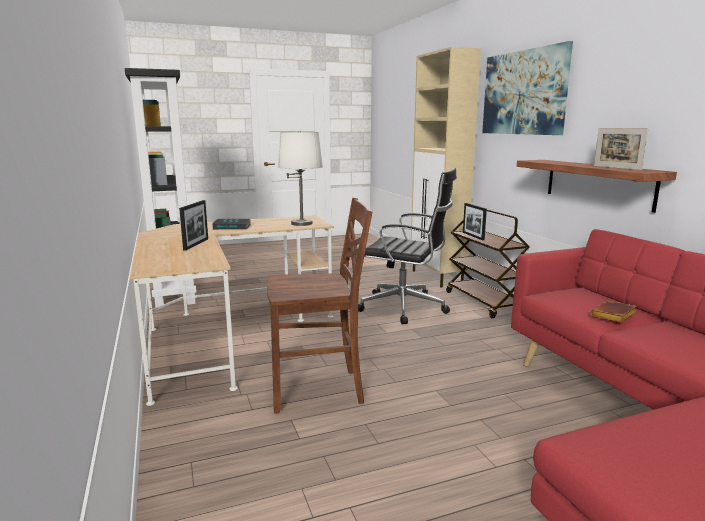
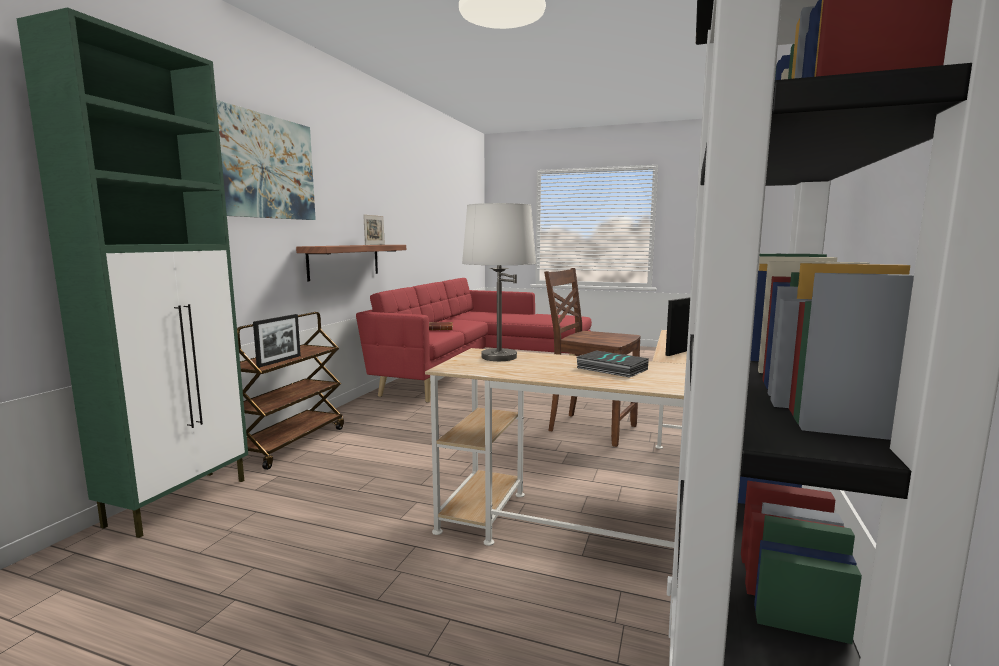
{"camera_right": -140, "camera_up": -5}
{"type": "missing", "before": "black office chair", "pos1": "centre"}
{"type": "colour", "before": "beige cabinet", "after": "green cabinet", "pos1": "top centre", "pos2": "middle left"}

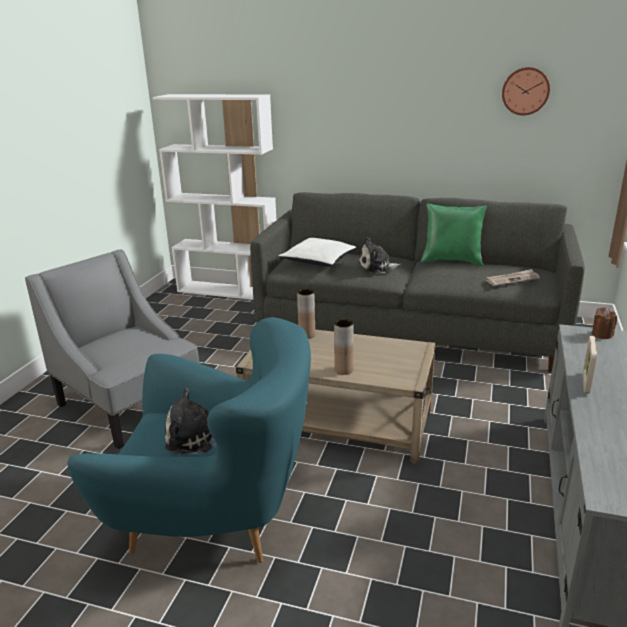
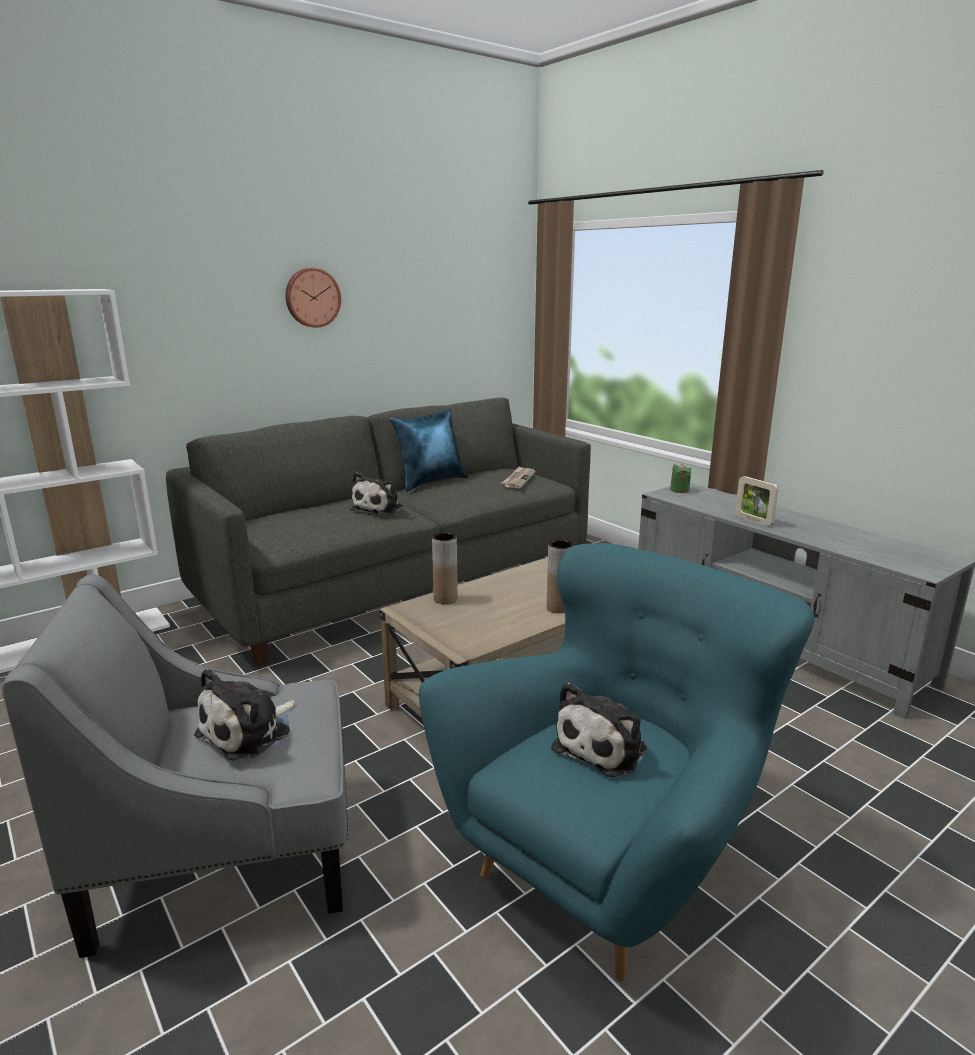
{"camera_right": -55, "camera_up": -5}
{"type": "missing", "before": "white pillow", "pos1": "centre"}
{"type": "appeared", "after": "plush toy (no. 1 from left)", "pos2": "bottom left"}
{"type": "relocated", "before": "wall clock", "pos1": "top right", "pos2": "top left"}
{"type": "colour", "before": "green pillow", "after": "blue pillow", "pos1": "middle right", "pos2": "centre"}
{"type": "colour", "before": "brown candle", "after": "green candle", "pos1": "middle right", "pos2": "middle right"}

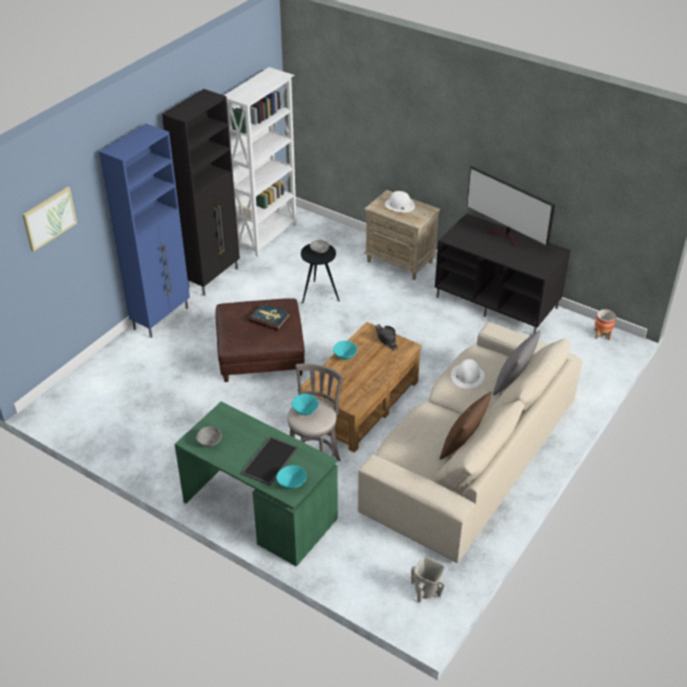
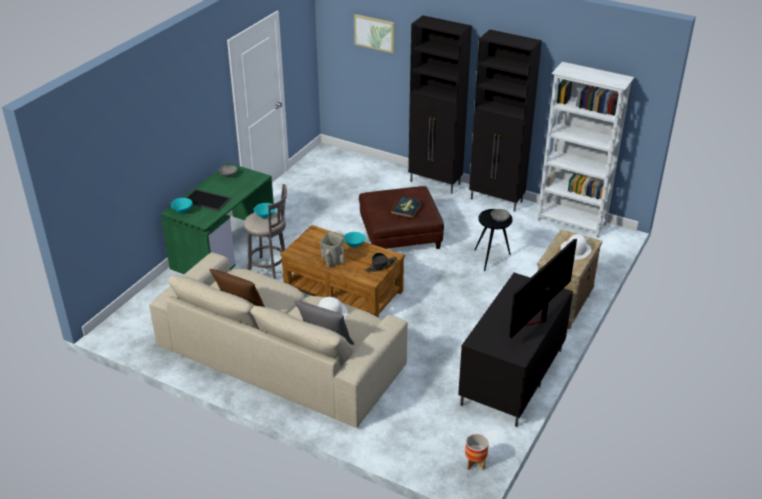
{"camera_right": 85, "camera_up": -5}
{"type": "relocated", "before": "beige vase", "pos1": "bottom centre", "pos2": "centre"}
{"type": "colour", "before": "blue cabinet", "after": "black cabinet (no. 1 from left)", "pos1": "middle left", "pos2": "top centre"}

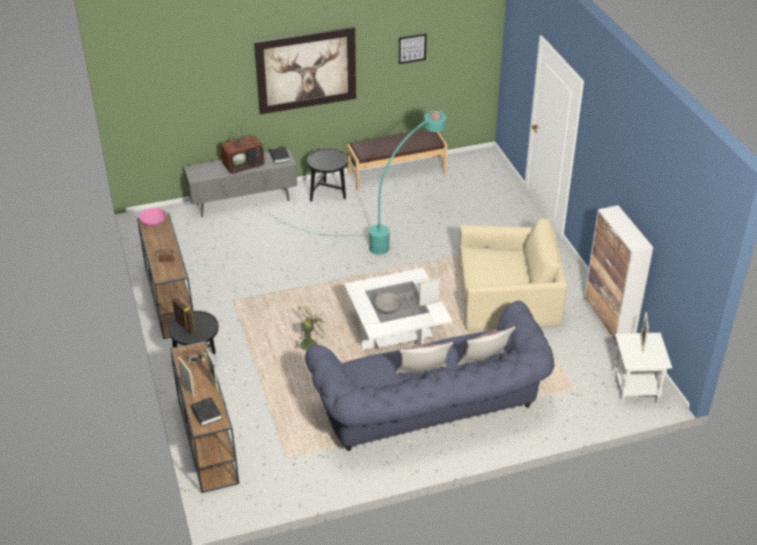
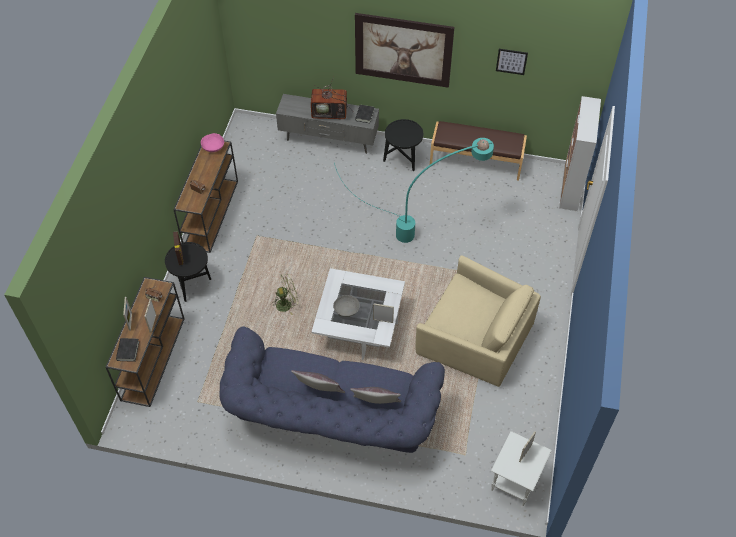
{"camera_right": 30, "camera_up": 15}
{"type": "relocated", "before": "cabinet", "pos1": "middle right", "pos2": "top right"}

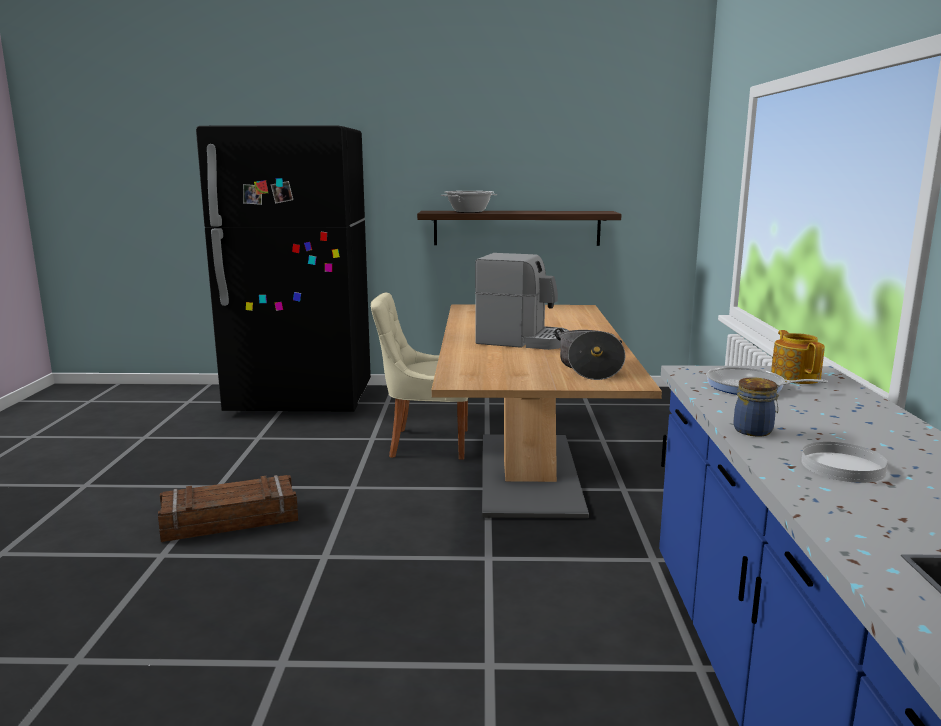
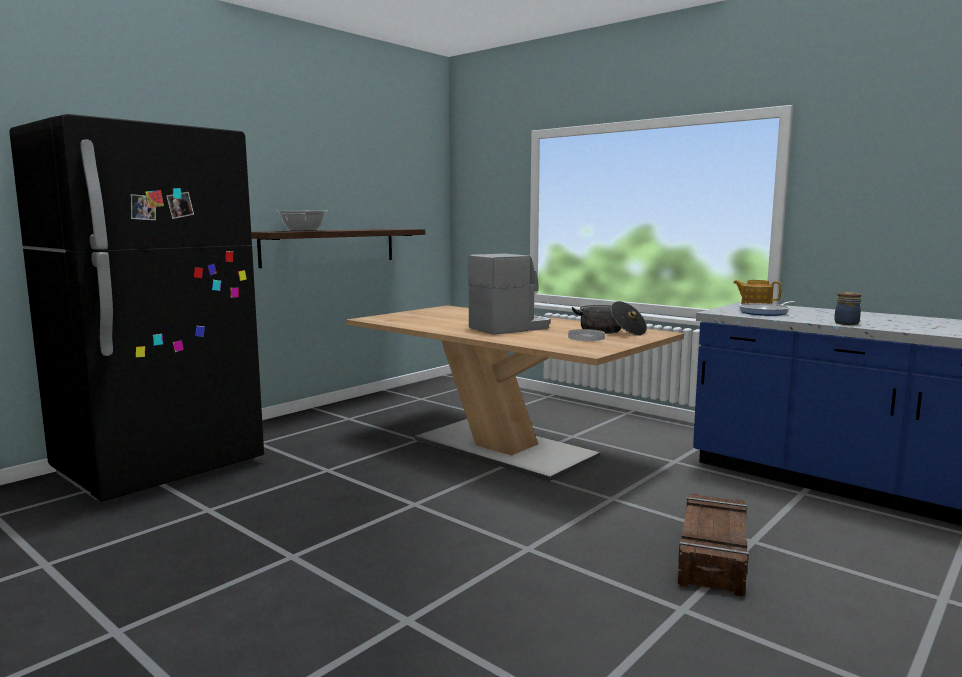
{"camera_right": -50, "camera_up": -5}
{"type": "missing", "before": "beige chair", "pos1": "centre"}
{"type": "relocated", "before": "crate", "pos1": "bottom left", "pos2": "bottom right"}
{"type": "relocated", "before": "white plate", "pos1": "middle right", "pos2": "centre"}

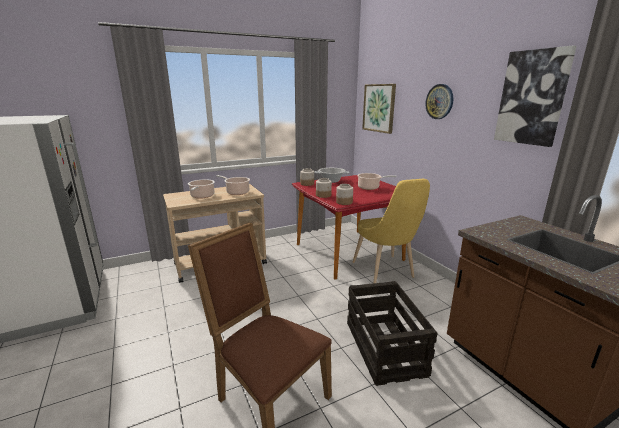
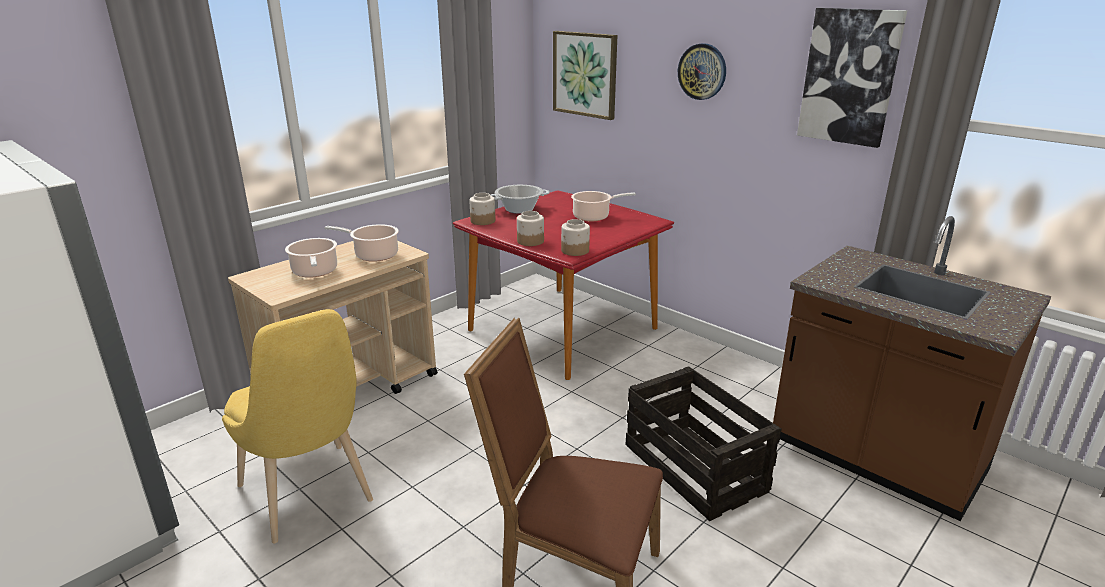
{"camera_right": -20, "camera_up": 5}
{"type": "relocated", "before": "yellow chair", "pos1": "centre", "pos2": "bottom left"}

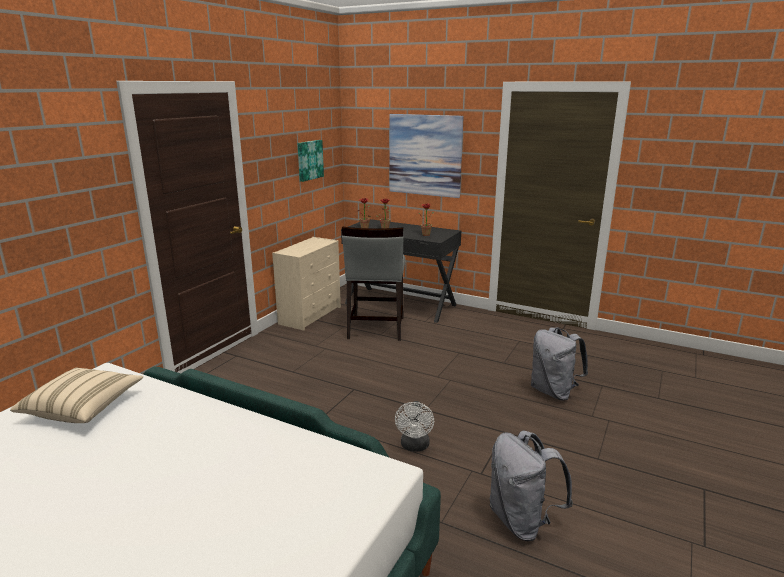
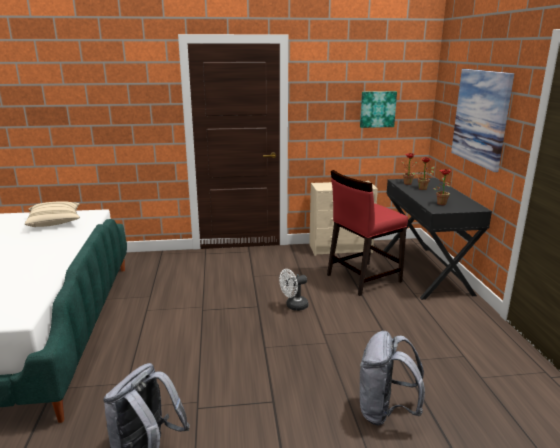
{"camera_right": 55, "camera_up": 0}
{"type": "relocated", "before": "white fan", "pos1": "bottom centre", "pos2": "centre"}
{"type": "colour", "before": "grey chair", "after": "red chair", "pos1": "centre", "pos2": "centre"}

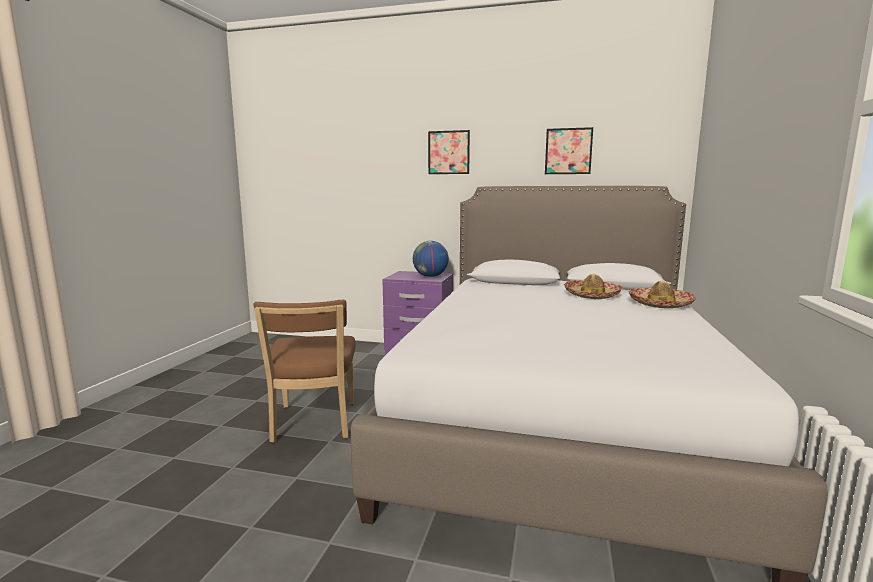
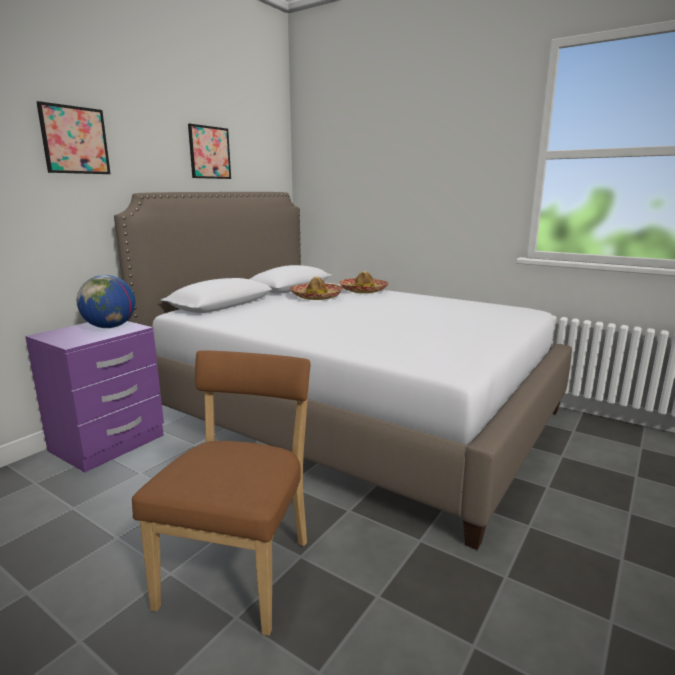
{"camera_right": -70, "camera_up": 5}
{"type": "spun", "before": "brown chair", "pos1": "centre", "pos2": "bottom left", "turn": -90}

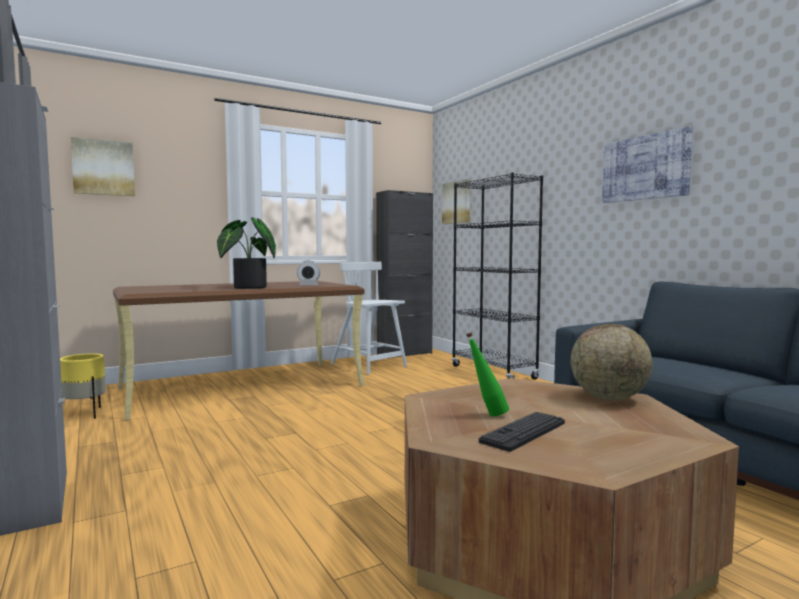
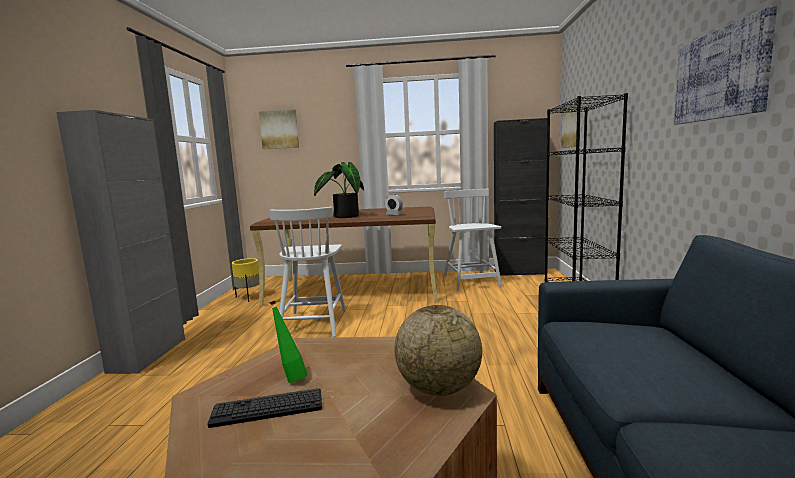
{"camera_right": 35, "camera_up": 5}
{"type": "appeared", "after": "white chair (no. 1 from left)", "pos2": "centre"}

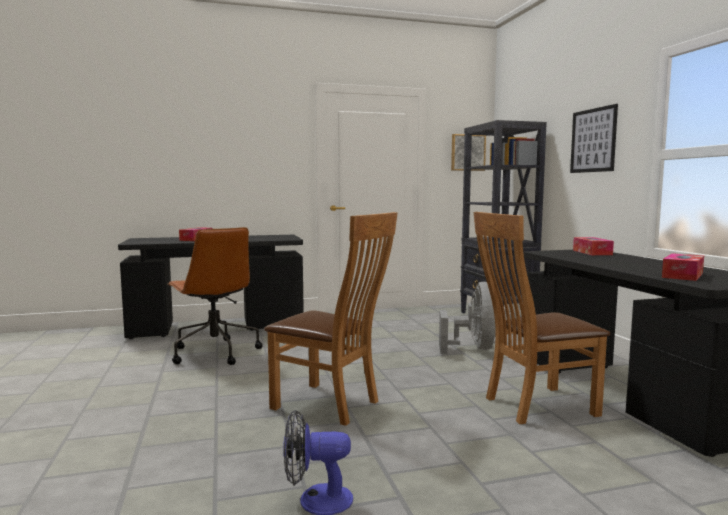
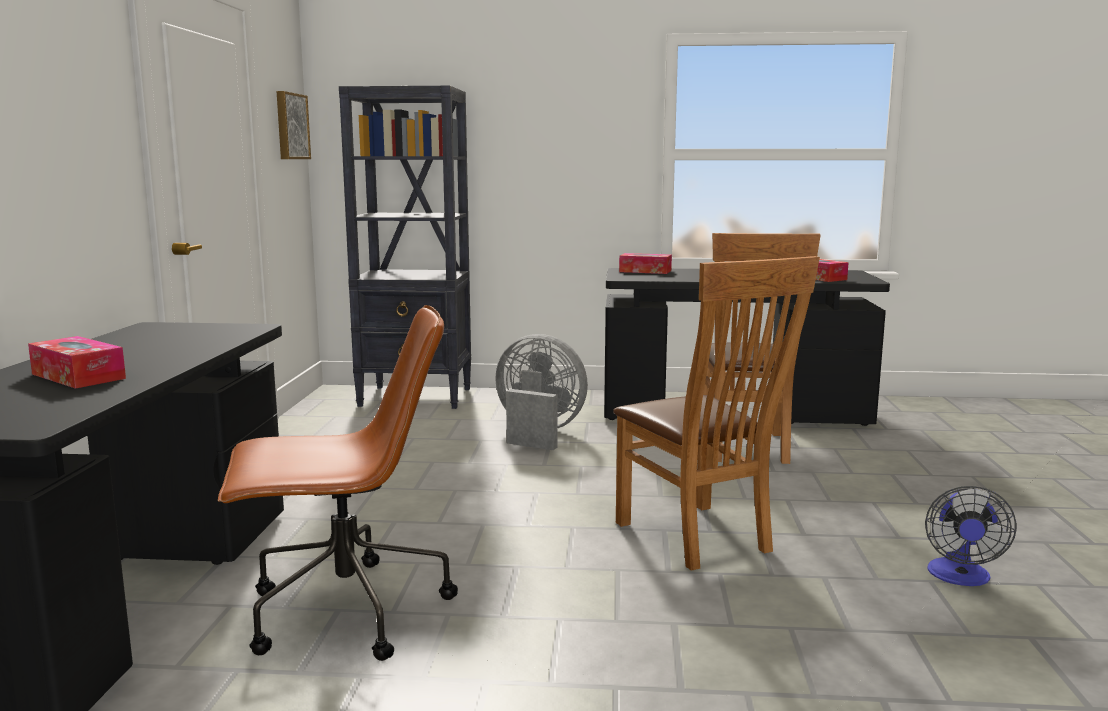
{"camera_right": -70, "camera_up": 5}
{"type": "missing", "before": "picture (no. 2 from left)", "pos1": "top right"}
{"type": "spun", "before": "brown chair (no. 1 from left)", "pos1": "centre", "pos2": "centre", "turn": 105}

